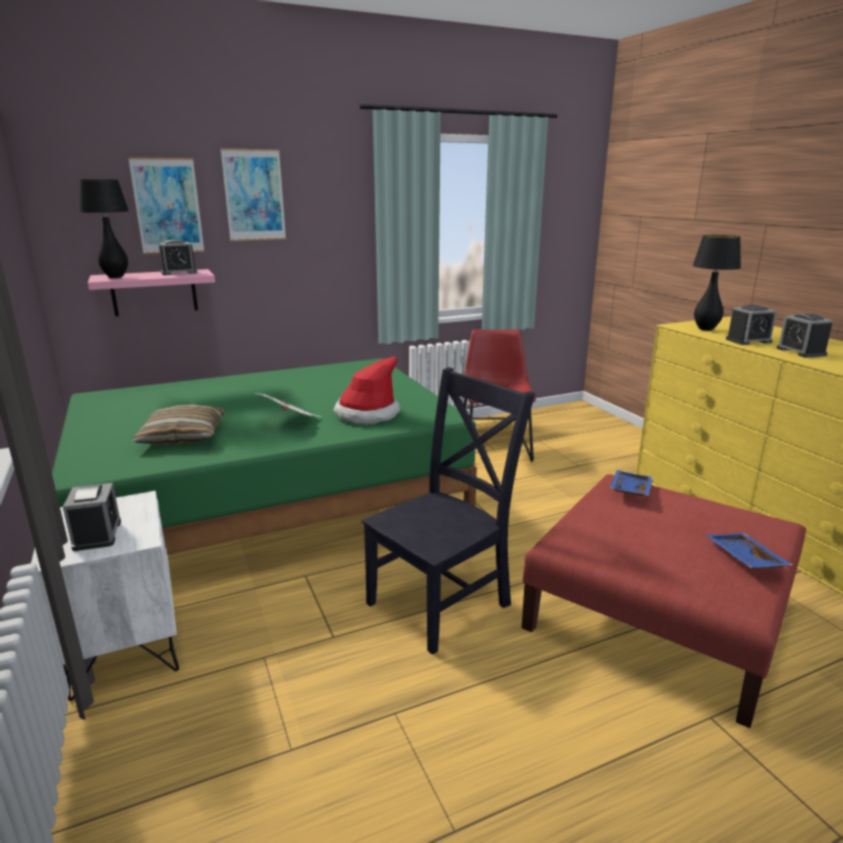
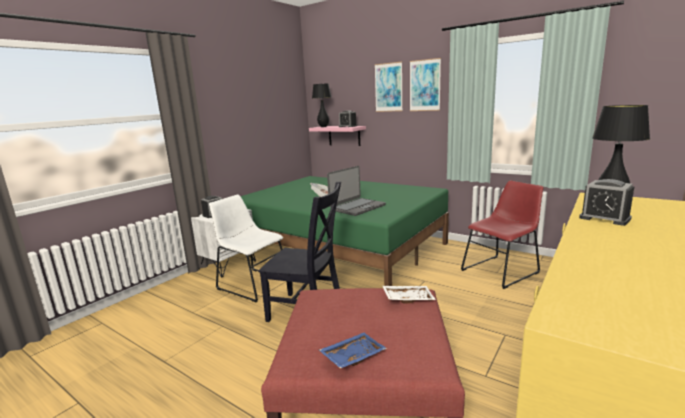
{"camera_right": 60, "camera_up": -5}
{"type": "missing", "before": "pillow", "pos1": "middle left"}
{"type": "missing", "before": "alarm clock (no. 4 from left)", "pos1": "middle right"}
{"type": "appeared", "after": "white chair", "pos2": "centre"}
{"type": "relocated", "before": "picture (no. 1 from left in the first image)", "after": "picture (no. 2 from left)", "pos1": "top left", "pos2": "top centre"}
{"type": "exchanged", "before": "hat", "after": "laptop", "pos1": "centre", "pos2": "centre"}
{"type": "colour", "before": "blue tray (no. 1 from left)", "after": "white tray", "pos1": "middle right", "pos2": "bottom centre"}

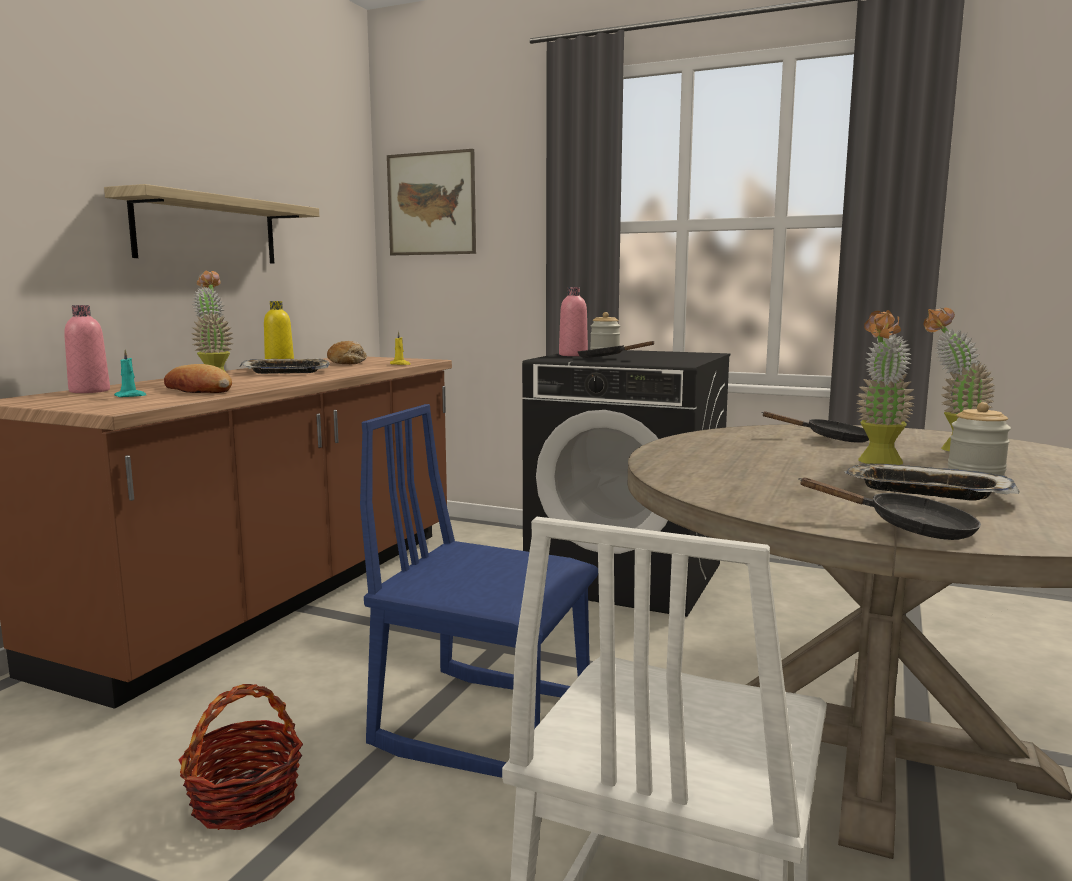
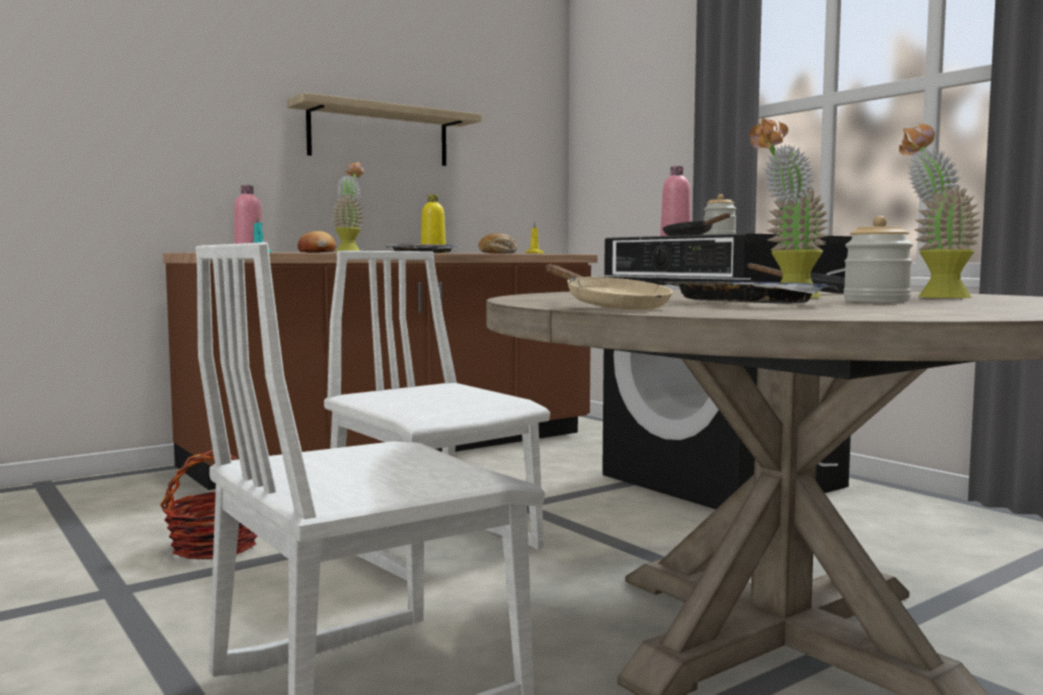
{"camera_right": 30, "camera_up": -5}
{"type": "missing", "before": "picture", "pos1": "top centre"}
{"type": "colour", "before": "blue chair", "after": "white chair (no. 2 from left)", "pos1": "bottom centre", "pos2": "centre"}
{"type": "colour", "before": "black frying pan (no. 3 from left)", "after": "beige frying pan", "pos1": "middle right", "pos2": "centre"}

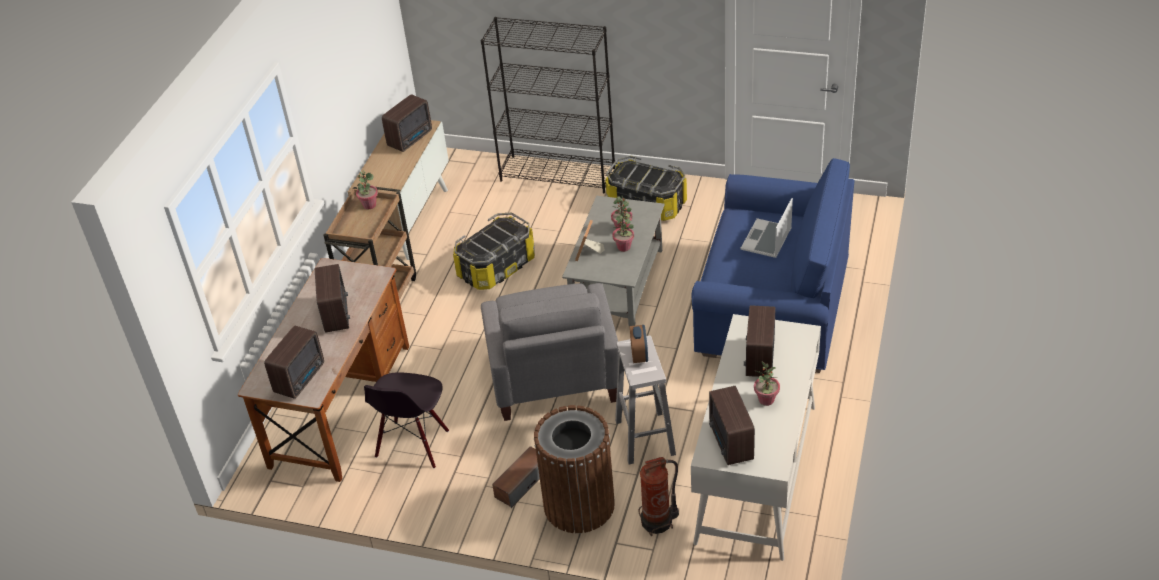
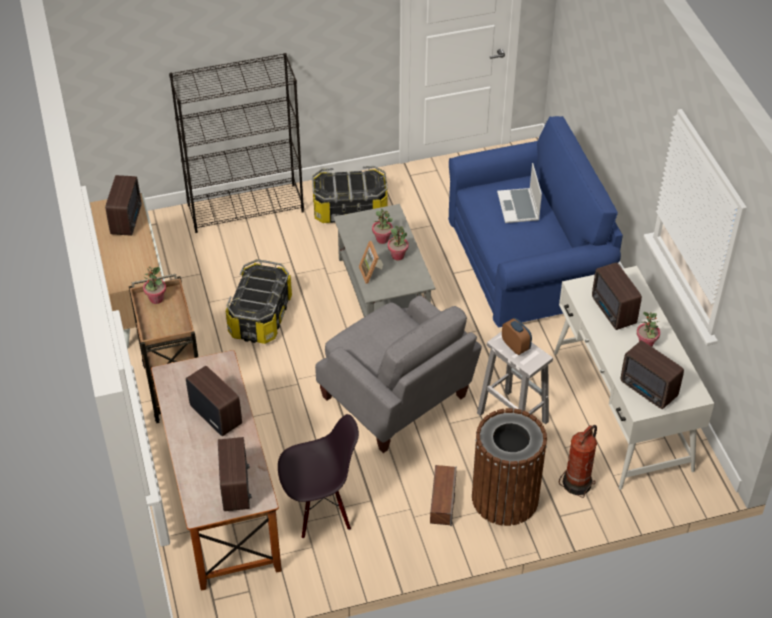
{"camera_right": -35, "camera_up": 5}
{"type": "spun", "before": "black chair", "pos1": "bottom centre", "pos2": "bottom centre", "turn": -90}

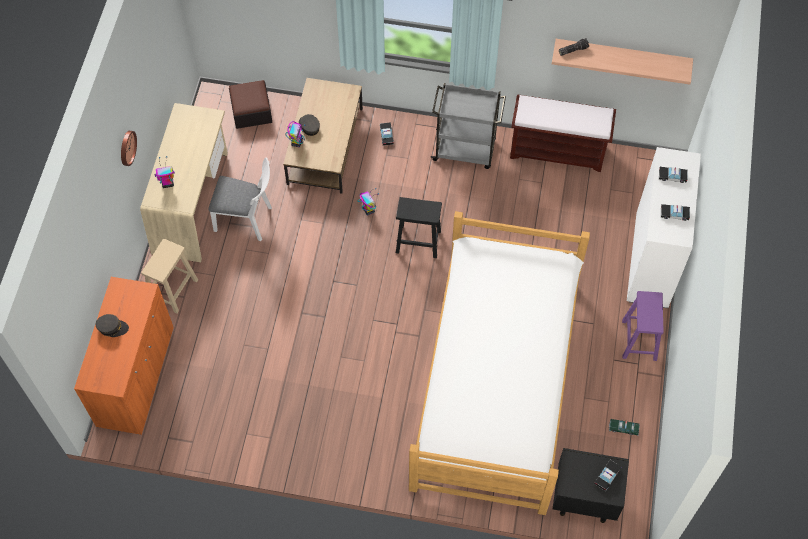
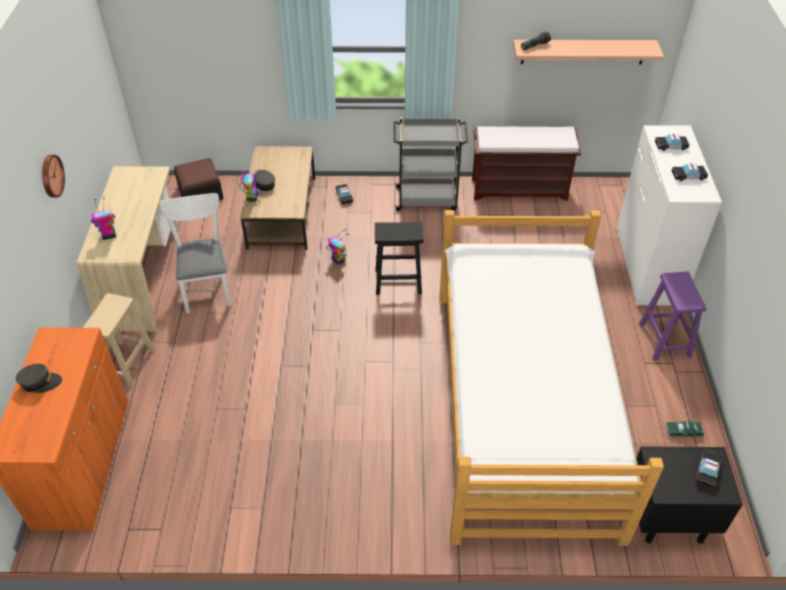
{"camera_right": -10, "camera_up": -15}
{"type": "spun", "before": "white chair", "pos1": "middle left", "pos2": "middle left", "turn": -105}

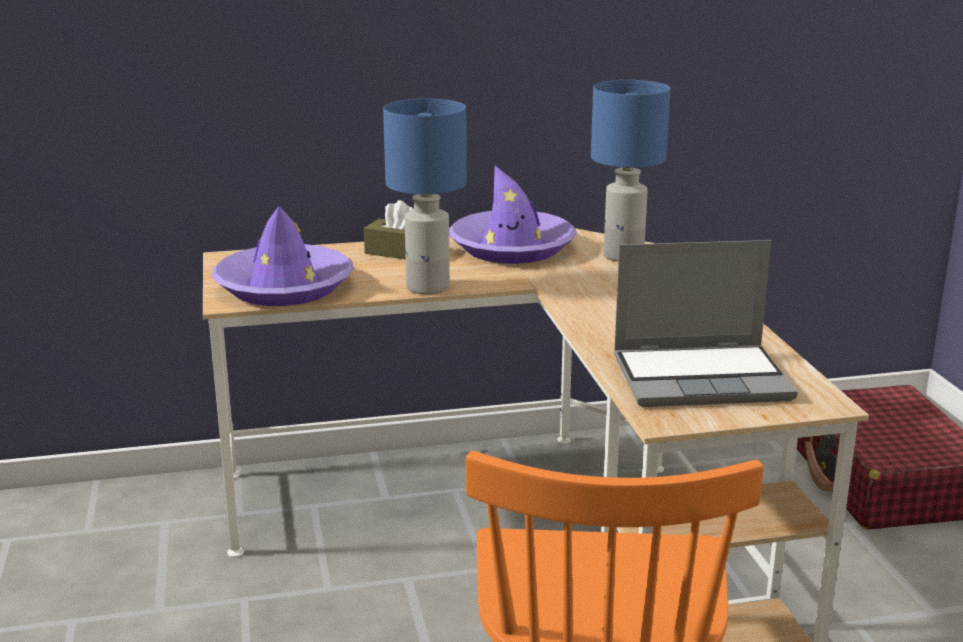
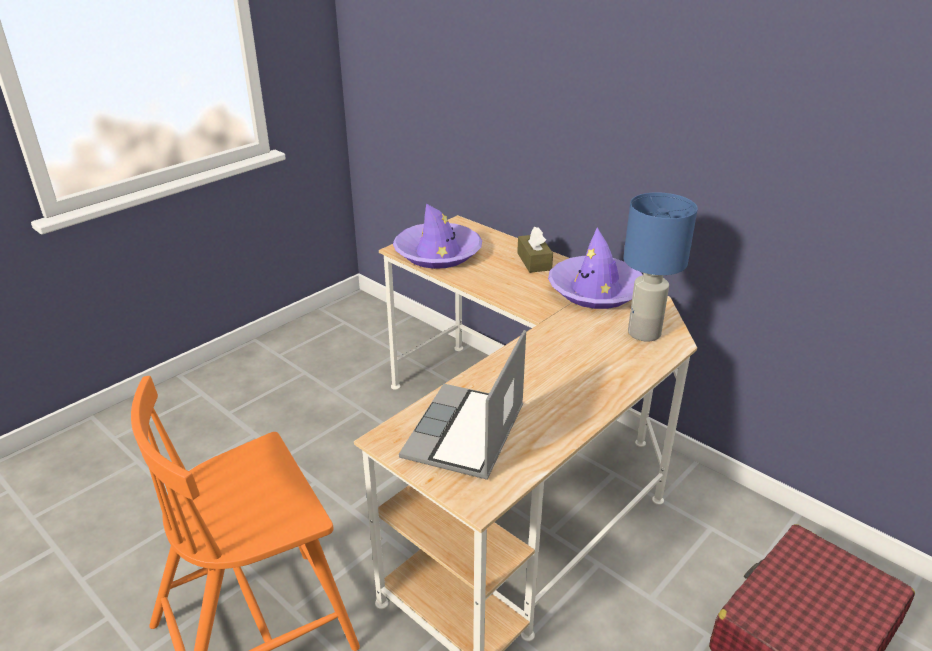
{"camera_right": 55, "camera_up": 10}
{"type": "missing", "before": "blue table lamp (no. 1 from left)", "pos1": "top centre"}
{"type": "spun", "before": "laptop", "pos1": "middle right", "pos2": "centre", "turn": 60}

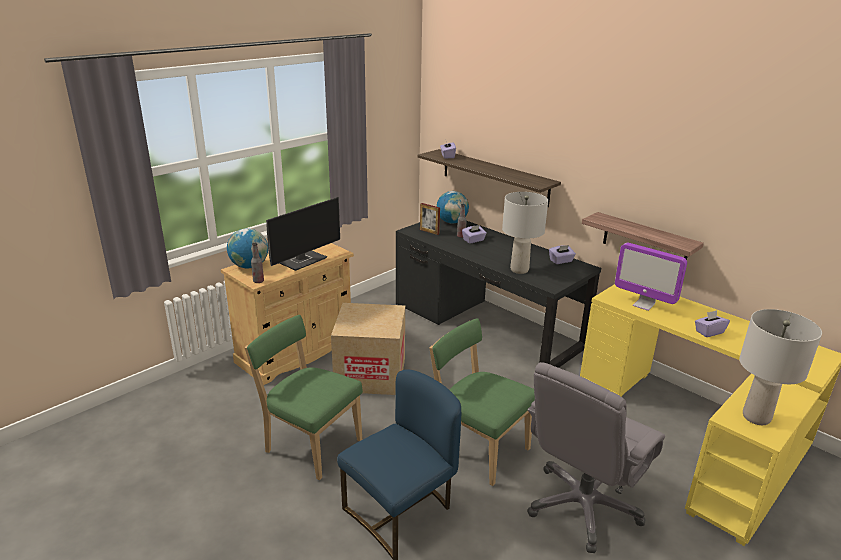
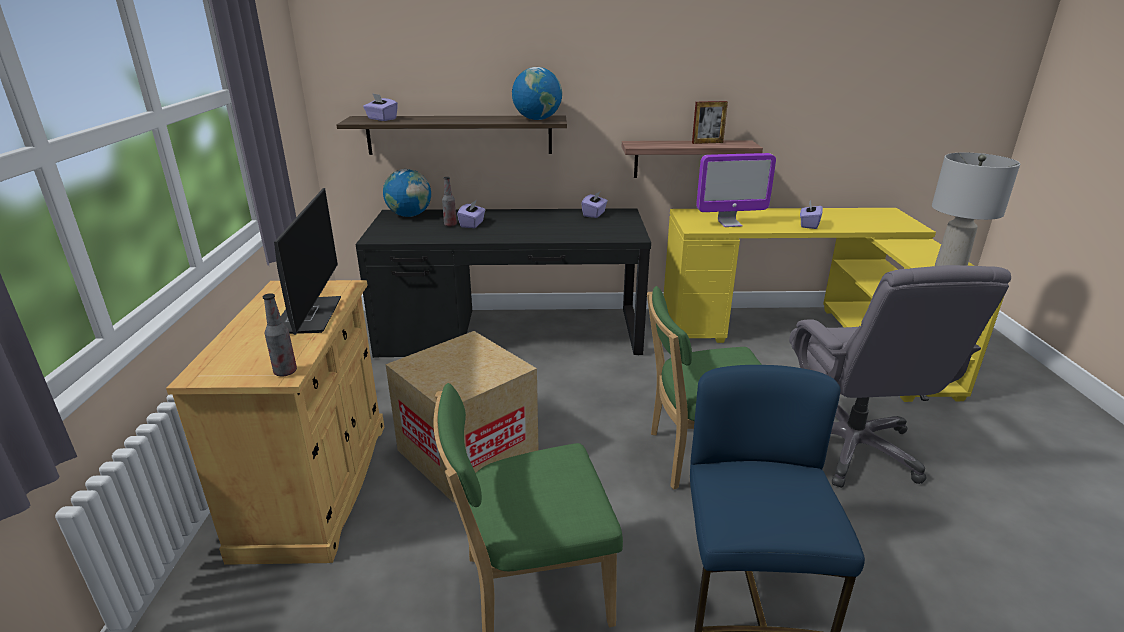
{"camera_right": -45, "camera_up": 0}
{"type": "missing", "before": "grey table lamp (no. 1 from left)", "pos1": "centre"}
{"type": "relocated", "before": "globe (no. 1 from left in the first image)", "after": "globe (no. 2 from left)", "pos1": "middle left", "pos2": "top centre"}
{"type": "relocated", "before": "picture frame", "pos1": "centre", "pos2": "top centre"}

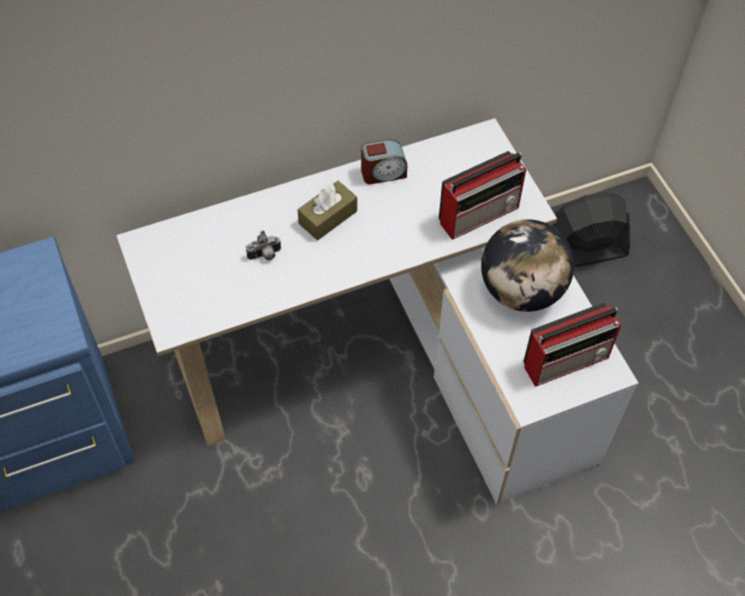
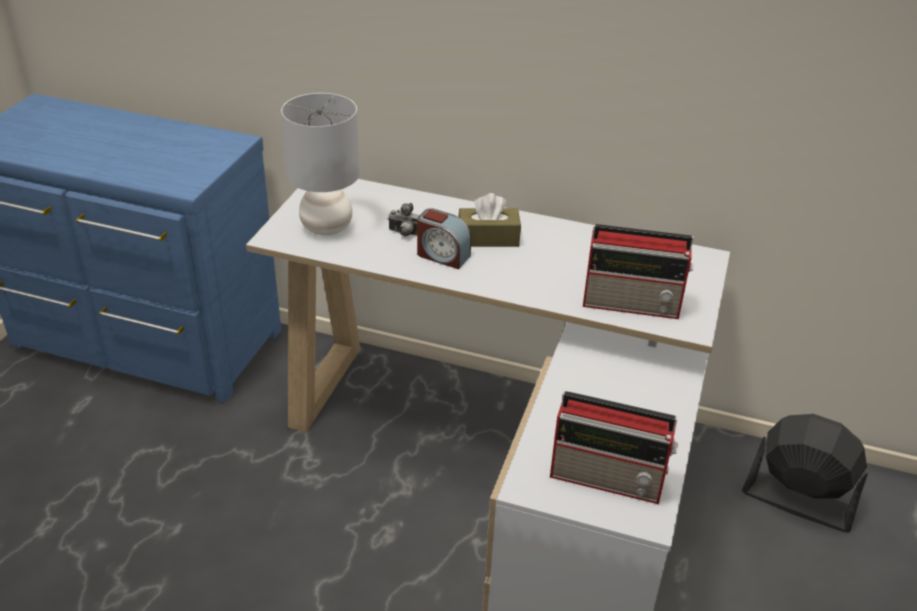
{"camera_right": 40, "camera_up": -20}
{"type": "missing", "before": "globe", "pos1": "middle right"}
{"type": "appeared", "after": "grey table lamp", "pos2": "top centre"}
{"type": "relocated", "before": "alarm clock", "pos1": "top centre", "pos2": "centre"}

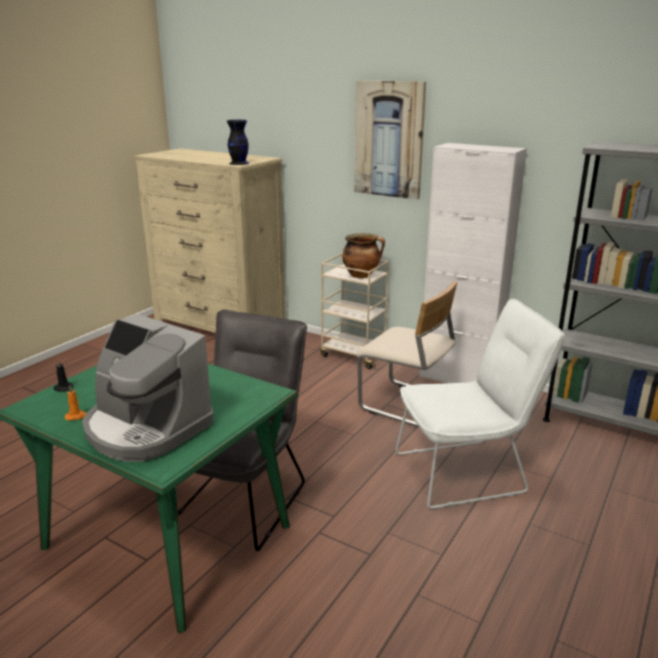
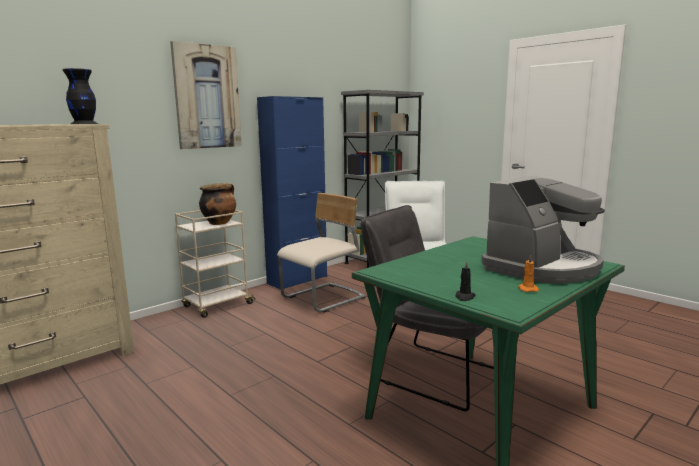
{"camera_right": -75, "camera_up": -10}
{"type": "colour", "before": "white cabinet", "after": "blue cabinet", "pos1": "middle right", "pos2": "centre"}

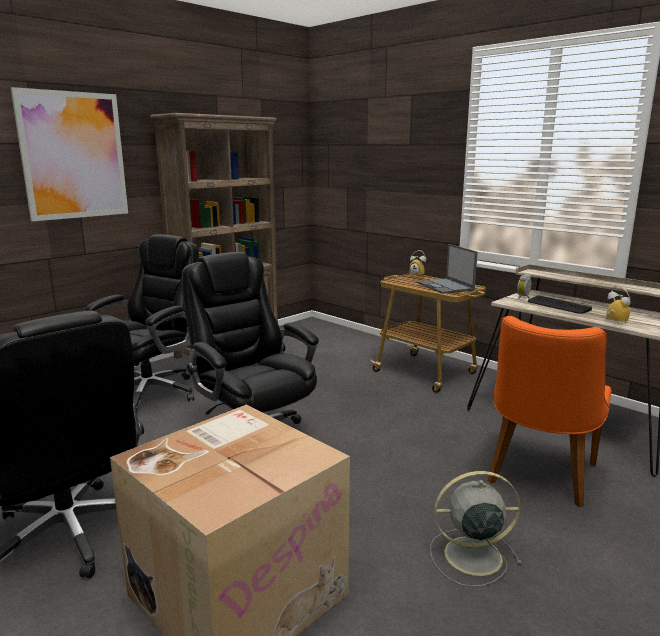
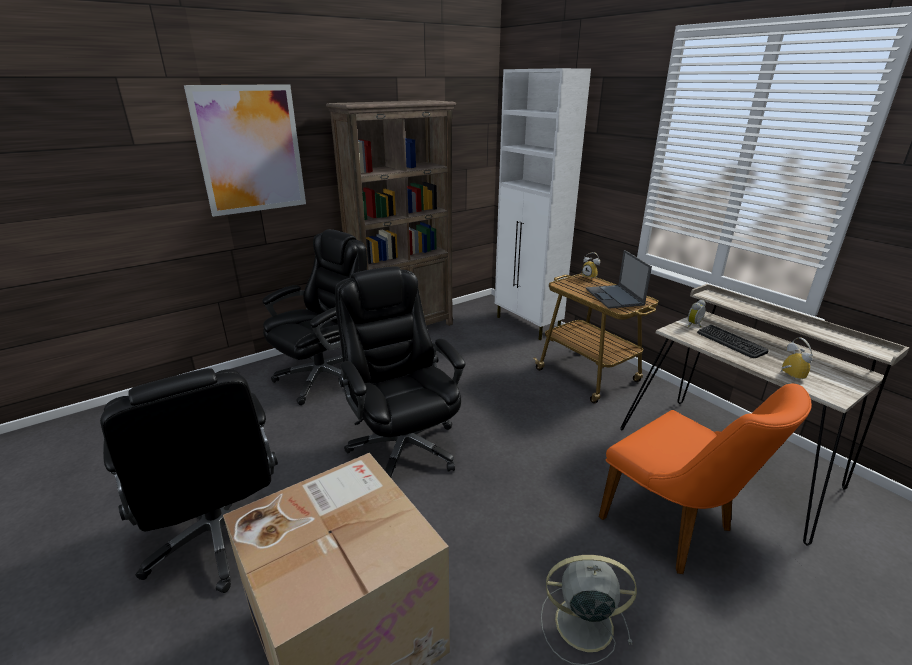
{"camera_right": 10, "camera_up": 10}
{"type": "appeared", "after": "white cabinet", "pos2": "top centre"}
{"type": "spun", "before": "orange chair", "pos1": "middle right", "pos2": "bottom right", "turn": -75}

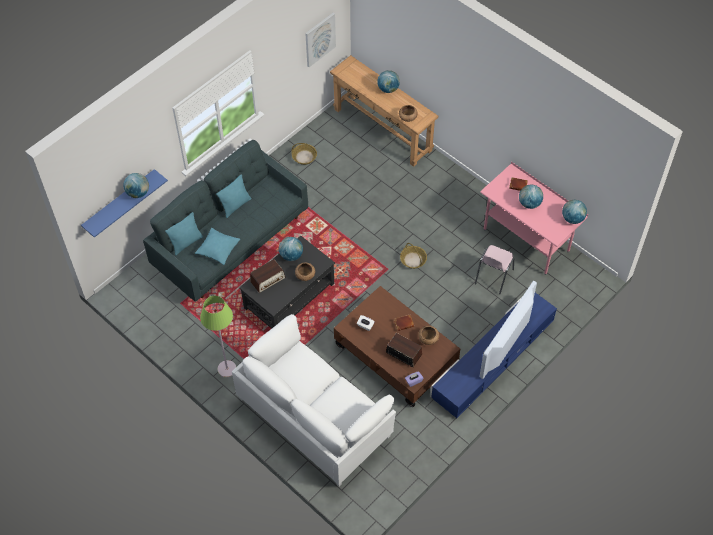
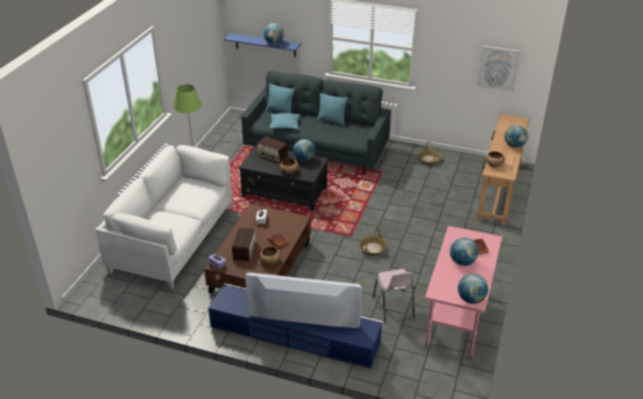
{"camera_right": 65, "camera_up": -20}
{"type": "spun", "before": "pink chair", "pos1": "middle right", "pos2": "bottom centre", "turn": -105}

